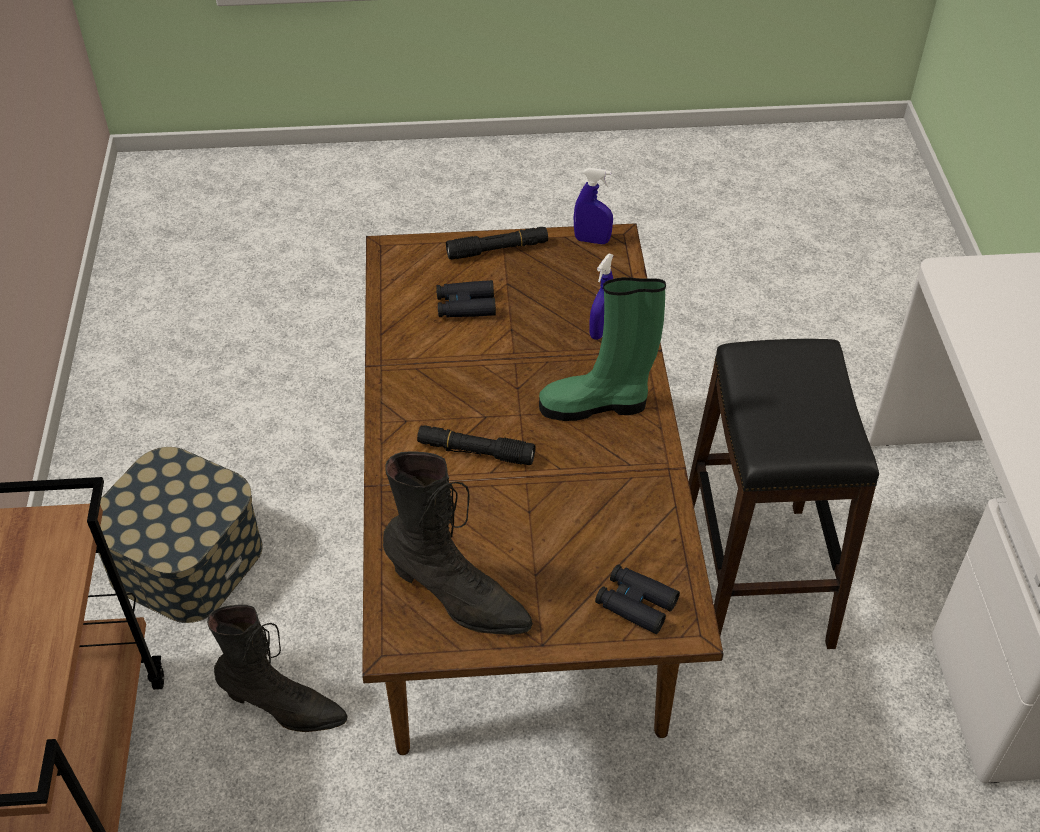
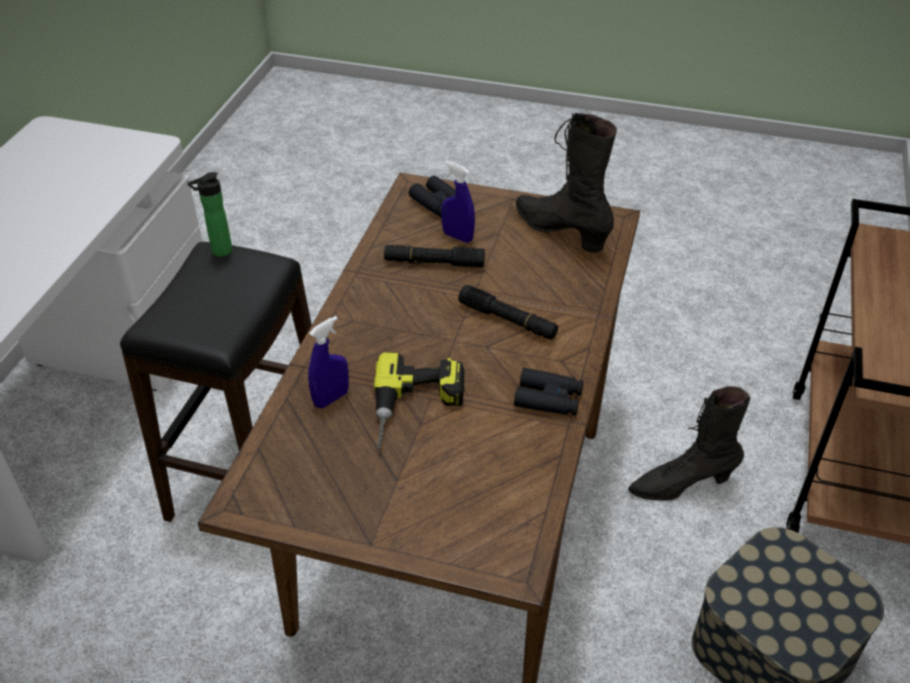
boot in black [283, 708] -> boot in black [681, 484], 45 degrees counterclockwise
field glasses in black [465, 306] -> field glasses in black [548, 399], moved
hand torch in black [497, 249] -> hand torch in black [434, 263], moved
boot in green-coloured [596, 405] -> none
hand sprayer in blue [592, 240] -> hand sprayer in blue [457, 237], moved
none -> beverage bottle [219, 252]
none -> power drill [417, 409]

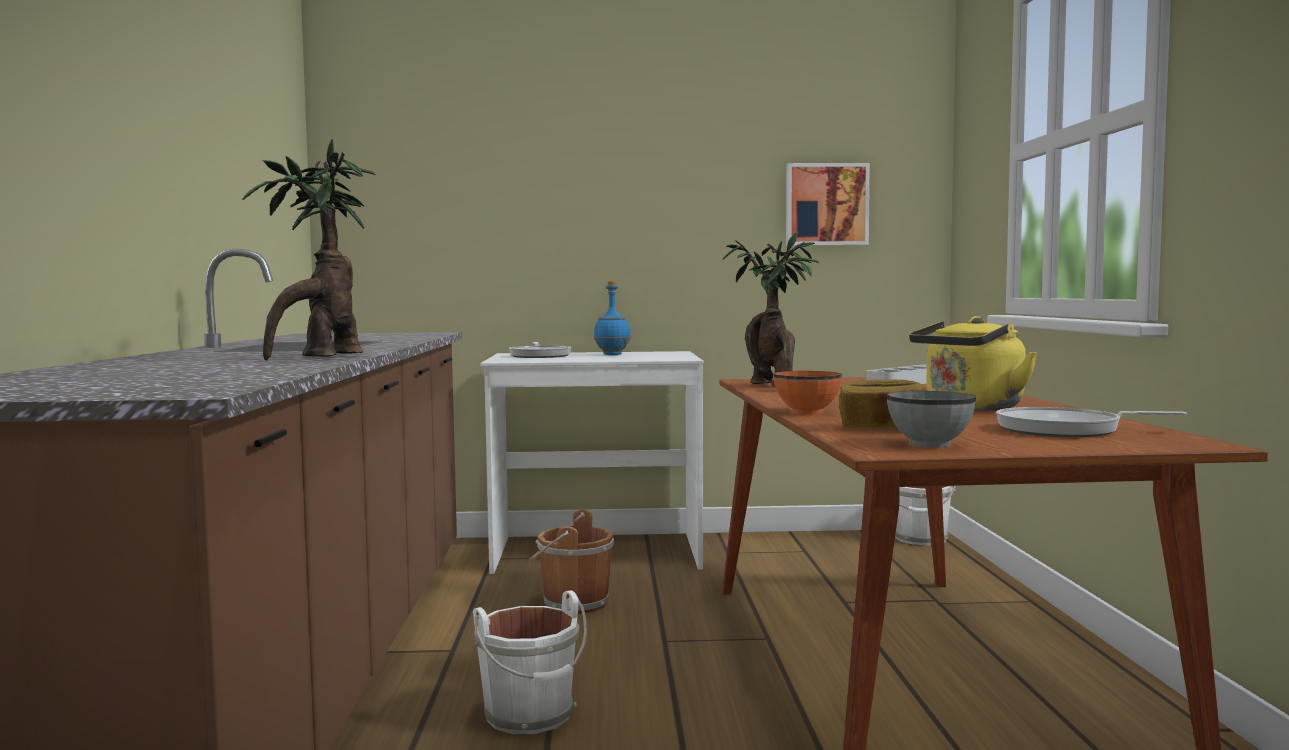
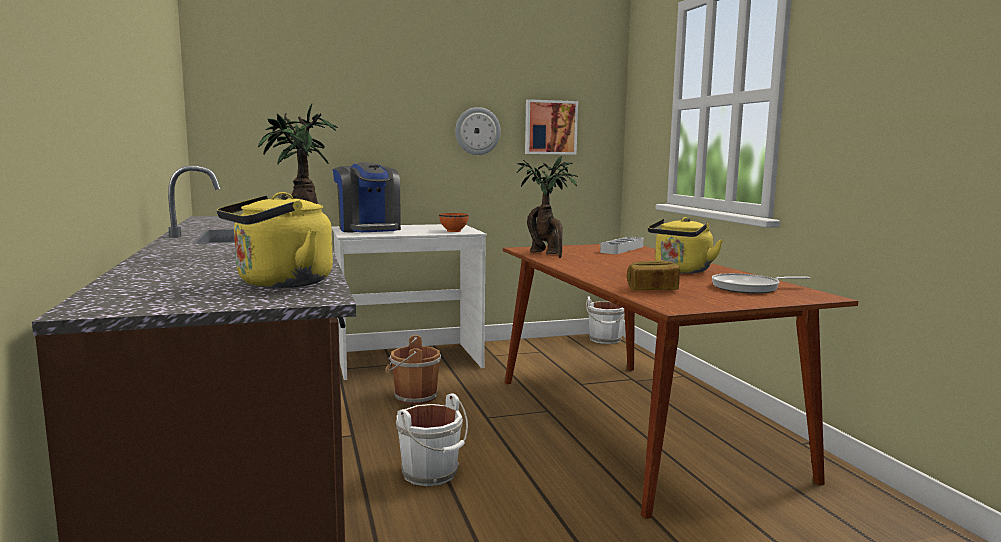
skillet [540, 355] -> coffee maker [368, 229]
beverage bottle in blue [612, 354] -> none
deep dish in orangey [808, 412] -> deep dish in orangey [454, 231], moved
deep dish in greyish [928, 444] -> none
none -> water kettle in yellow [279, 283]
none -> hanging clock [477, 131]

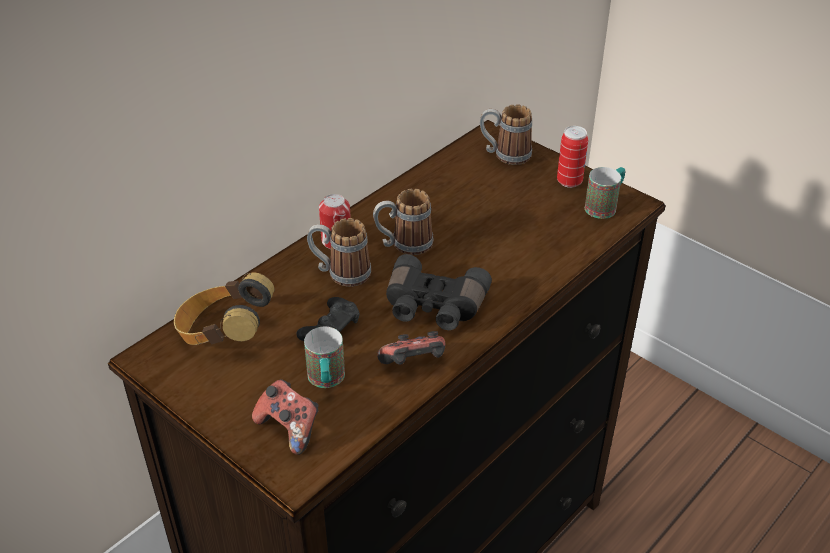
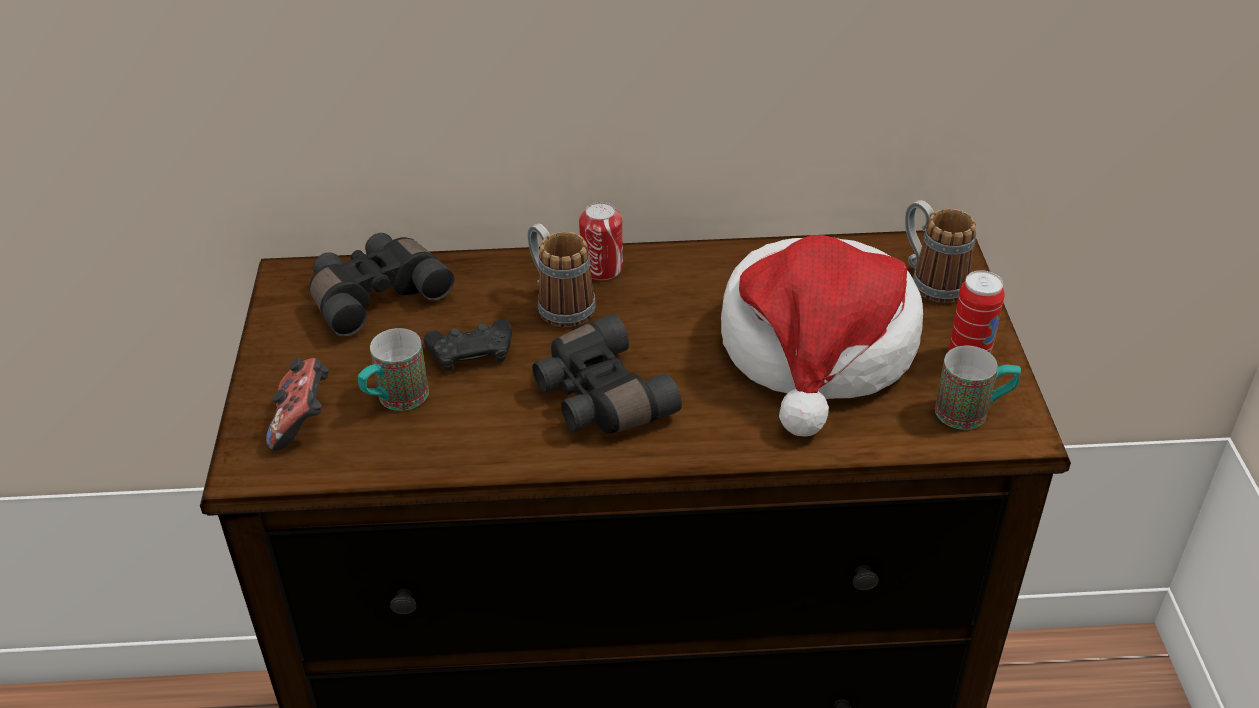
headset [224, 333] -> field glasses in black [375, 295]
coffee mug [403, 245] -> none
gamepad [414, 366] -> none
none -> wearable hat [817, 349]

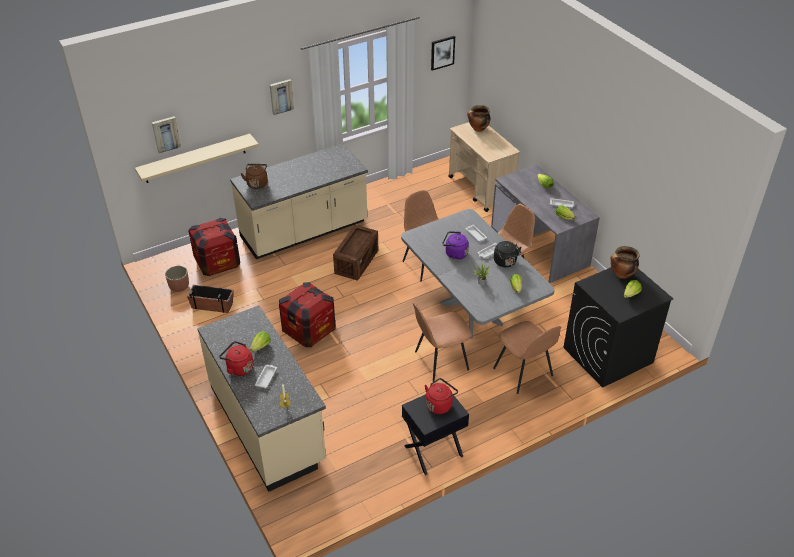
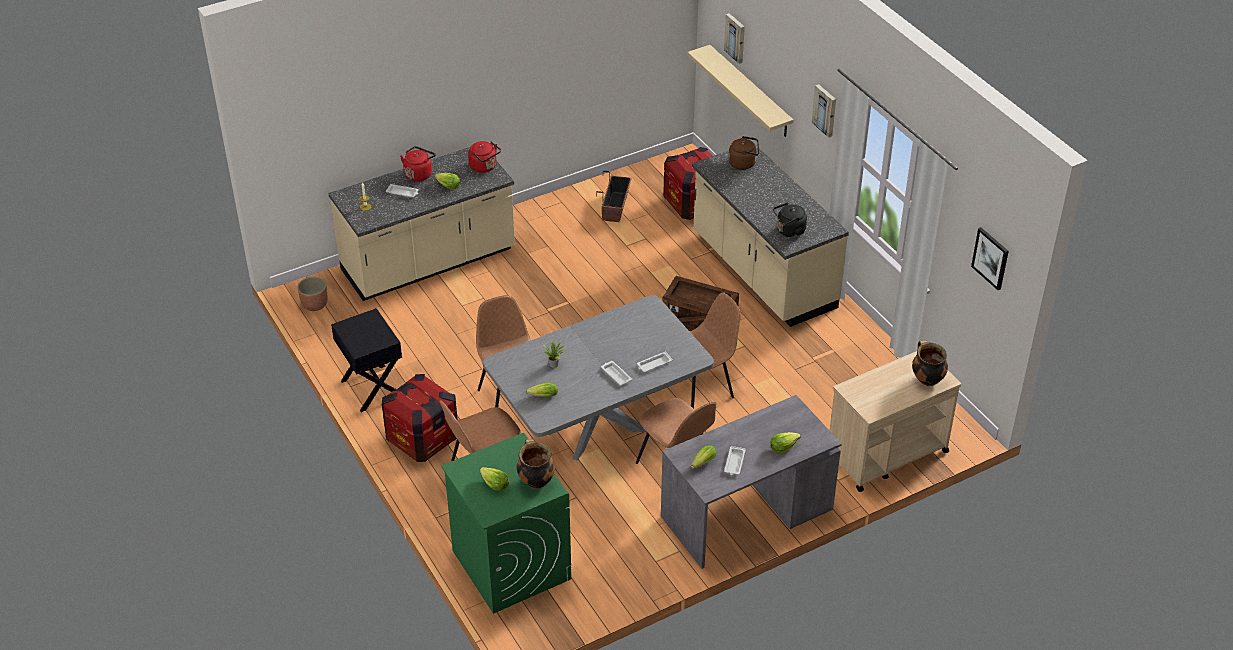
plant pot [179, 286] -> plant pot [314, 304], moved
crate [309, 330] -> crate [423, 439], moved
water kettle in reddish [439, 404] -> water kettle in reddish [484, 167], moved
water kettle in purple-coloured [454, 254] -> none
water kettle in black [506, 262] -> water kettle in black [789, 231], moved
laundry machine in black [607, 355] -> laundry machine in green-coloured [510, 564]

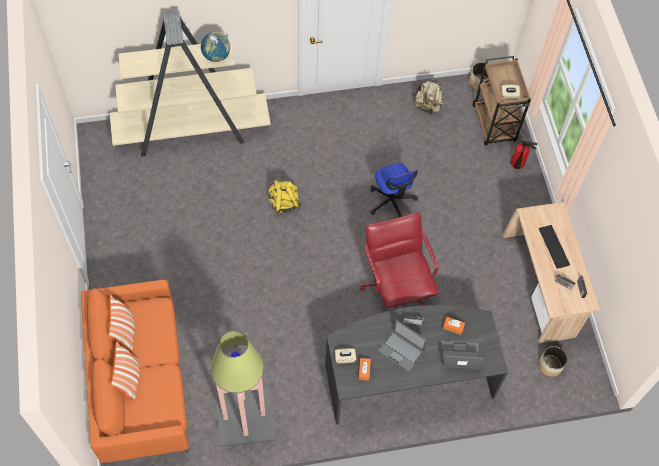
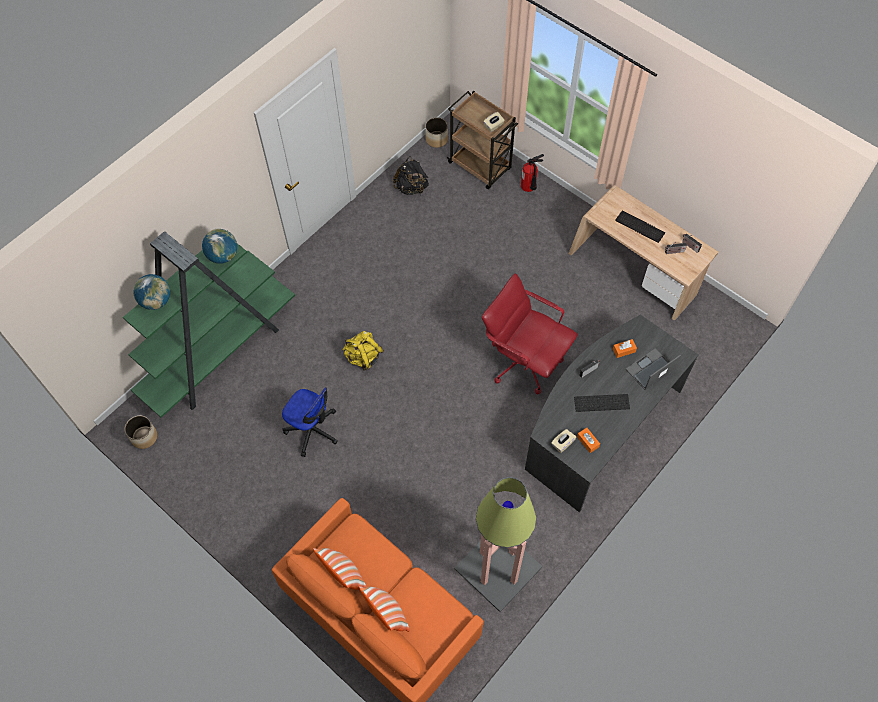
bookshelf in beige [192, 130] -> bookshelf in green-coloured [220, 352]
office chair [391, 201] -> office chair [312, 430], moved
laptop [401, 351] -> computer keyboard [602, 402]
rucksack in beige [427, 106] -> rucksack in black [411, 188]
plant pot [550, 365] -> plant pot [144, 437], moved
none -> desk globe [156, 301]

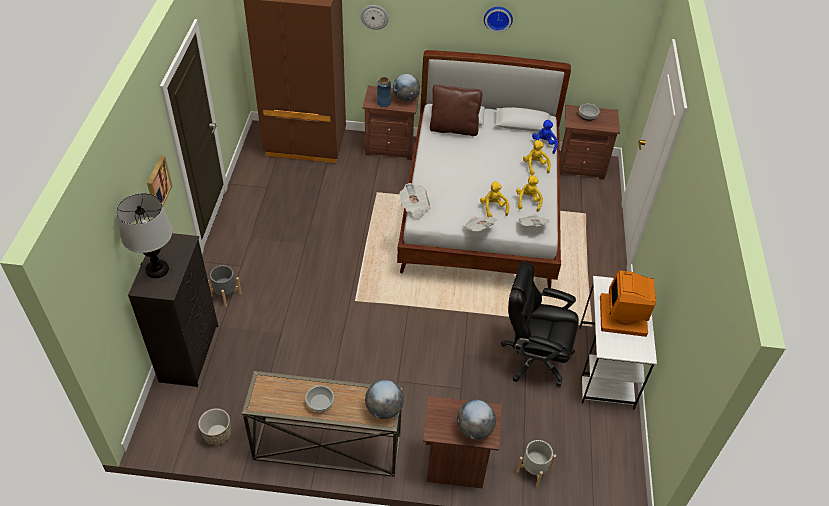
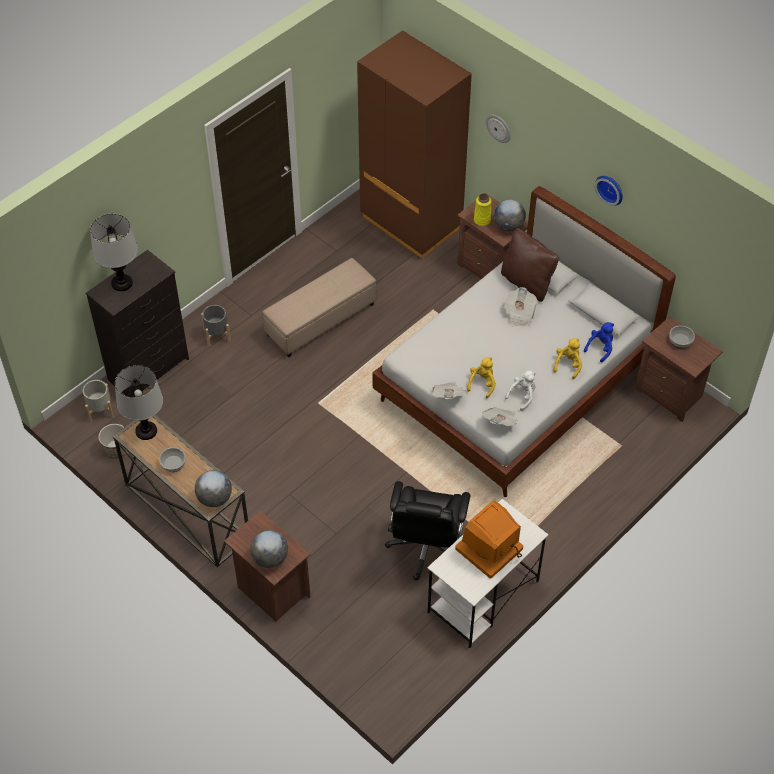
wall art [157, 184] -> none
decorative vase in blue [383, 103] -> decorative vase in yellow [482, 220]
printed paper [414, 207] -> printed paper [519, 314], moved
office chair in black [534, 357] -> office chair in black [426, 548], 135 degrees counterclockwise
soft toy in yellow [528, 201] -> soft toy in white [522, 396]
plant pot in greyish [533, 470] -> plant pot in greyish [100, 410], moved
none -> lamp for a table [146, 431]
none -> ottoman in beige [320, 319]

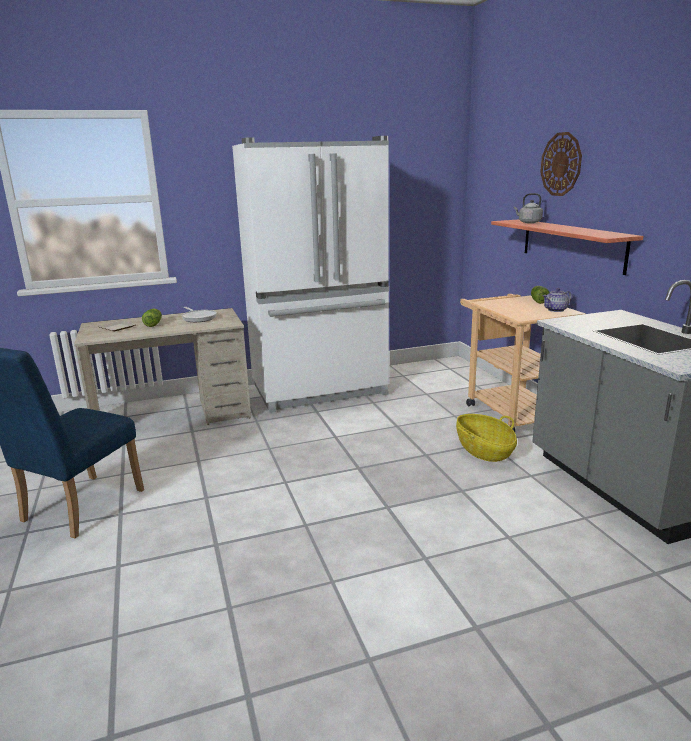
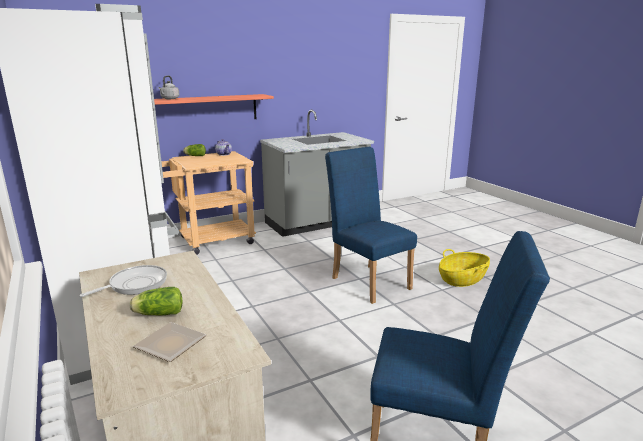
storage basket [484, 450] -> storage basket [462, 279], moved
hanging clock [561, 164] -> none
none -> upright chair in blue [367, 280]

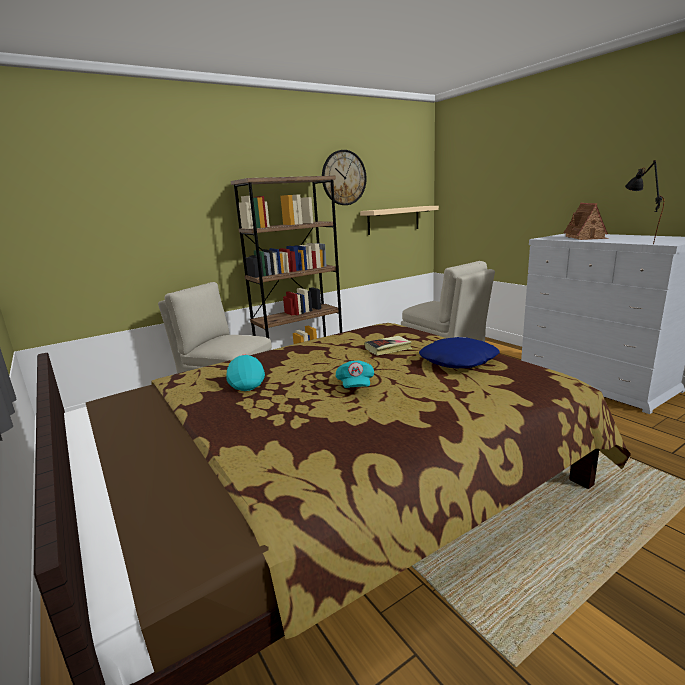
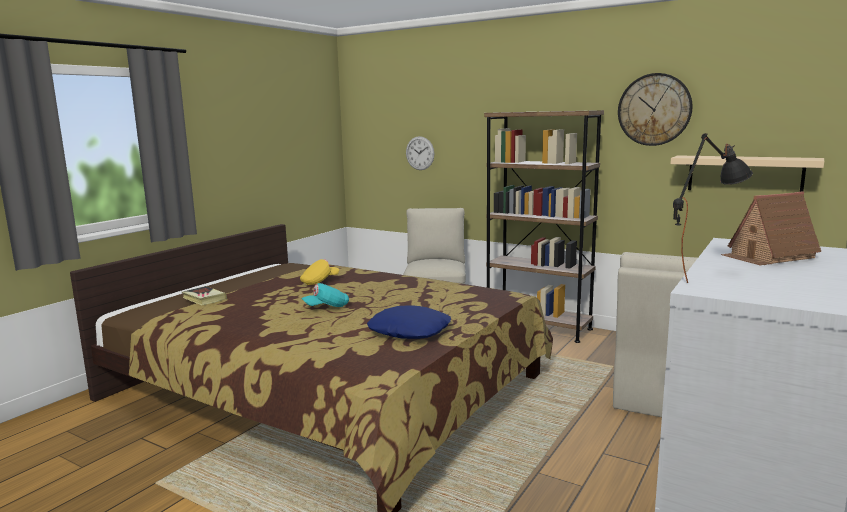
peaked cap in turquoise-coloured [246, 383] -> peaked cap in yellow [319, 281]
volume [388, 348] -> volume [204, 298], moved
none -> hanging clock [420, 153]

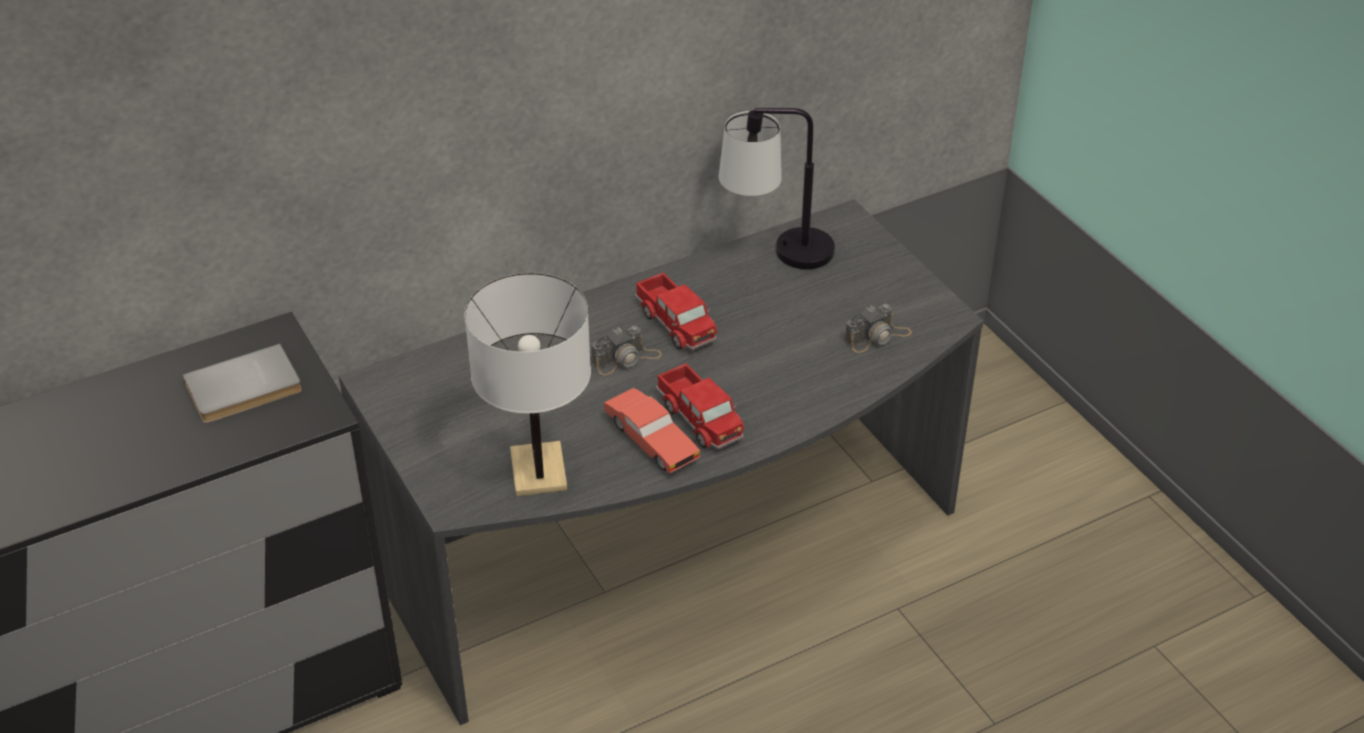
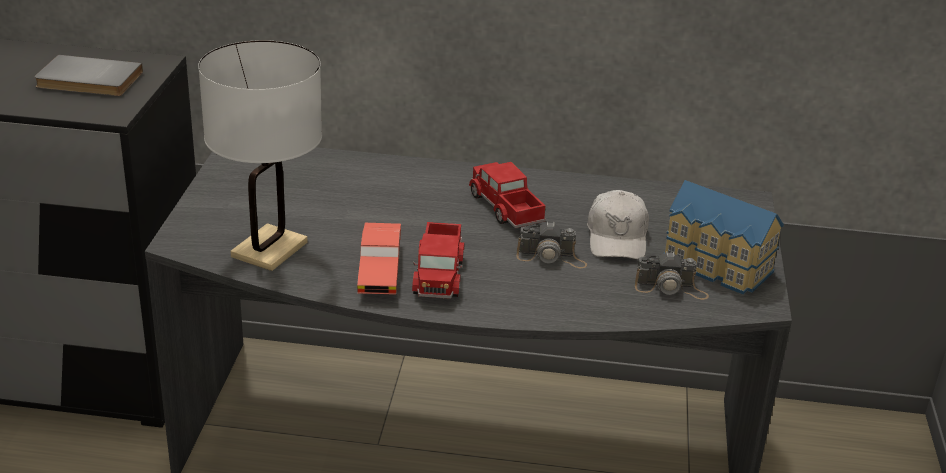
still camera [626, 359] -> still camera [551, 257], moved
toy truck [676, 323] -> toy truck [505, 208], 150 degrees clockwise
lamp for a table [776, 254] -> none
none -> peaked cap in white [617, 237]
none -> miniature house [715, 267]

